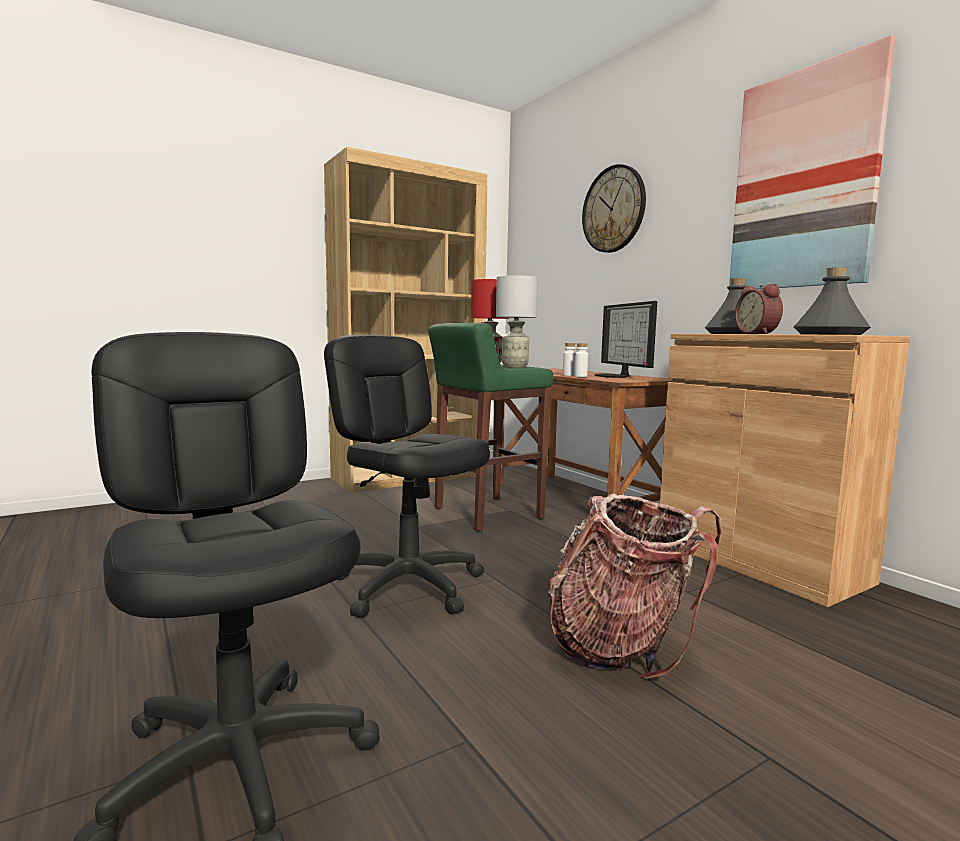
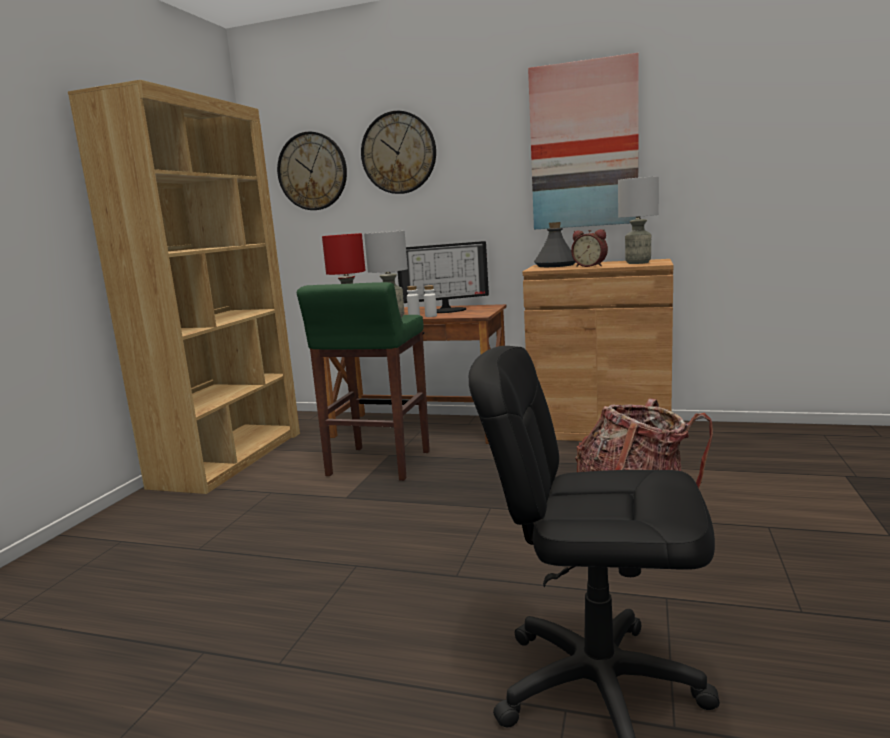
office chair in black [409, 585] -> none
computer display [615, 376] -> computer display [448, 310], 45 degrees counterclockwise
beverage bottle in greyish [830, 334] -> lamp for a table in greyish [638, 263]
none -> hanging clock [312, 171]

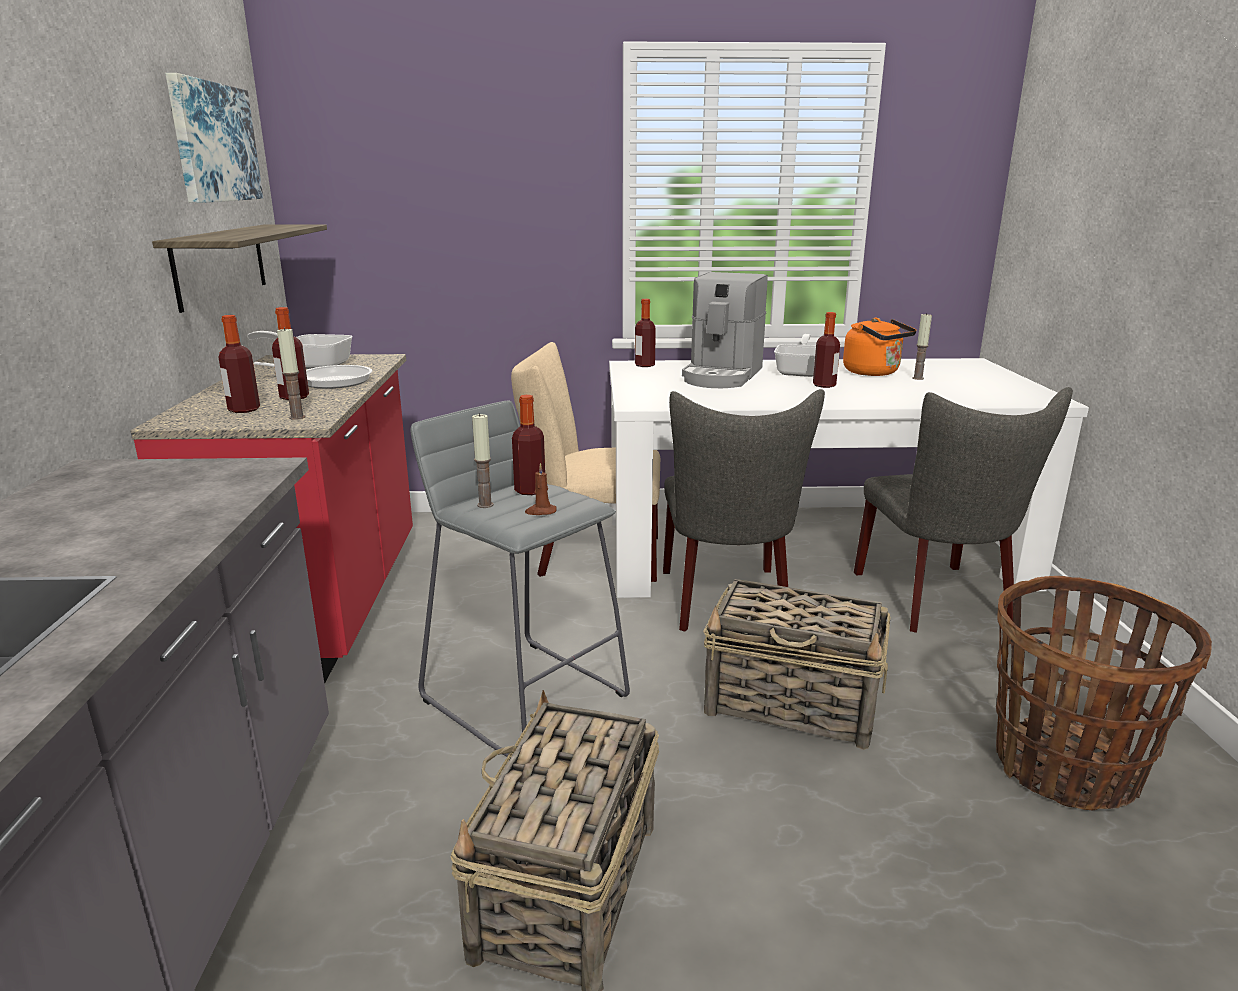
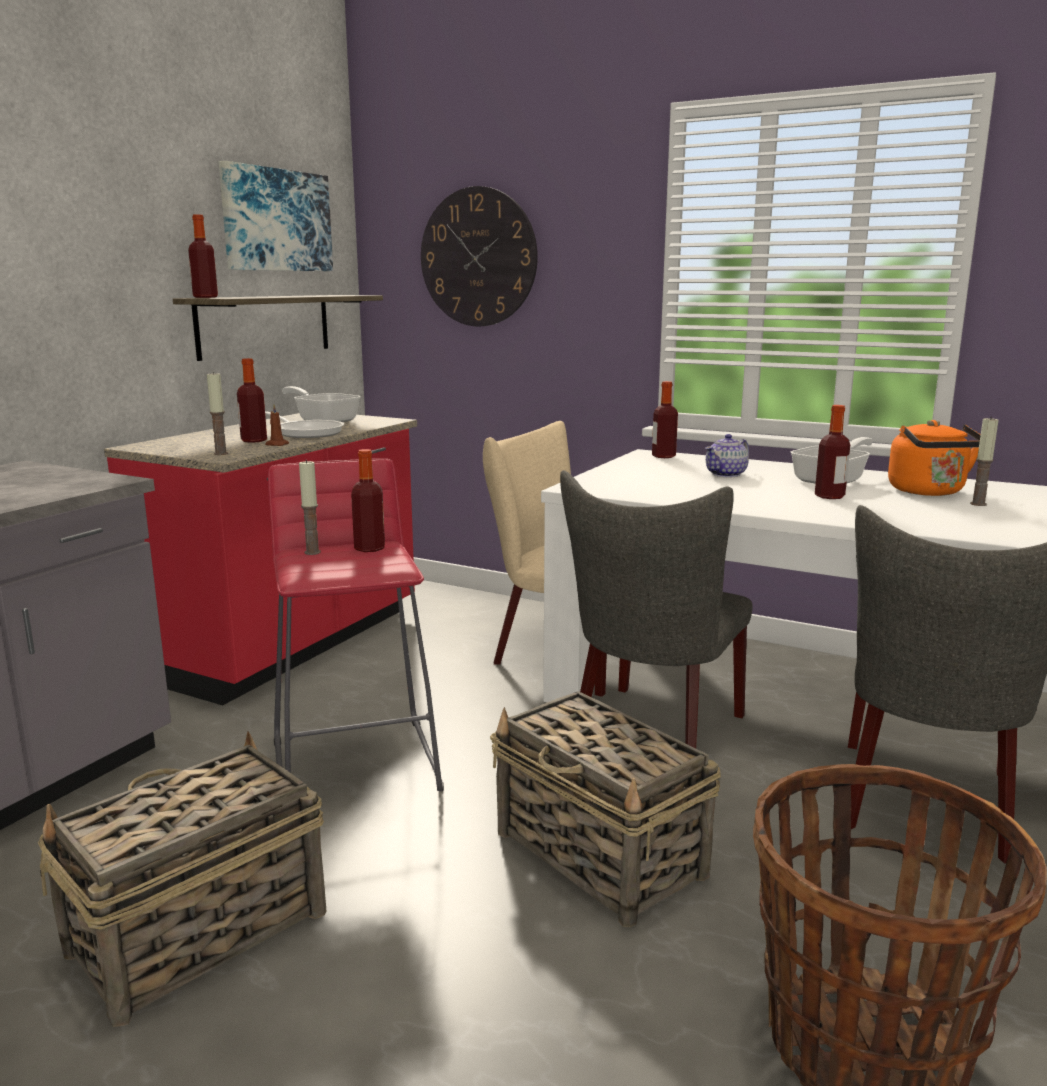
beverage bottle [244, 410] -> beverage bottle [205, 297], moved
stool seat in greyish [525, 696] -> stool seat in reddish [357, 763]
wax candle in brown [540, 511] -> wax candle in brown [276, 445], moved
coffee maker [722, 376] -> teapot [726, 474]
none -> hanging clock [478, 257]

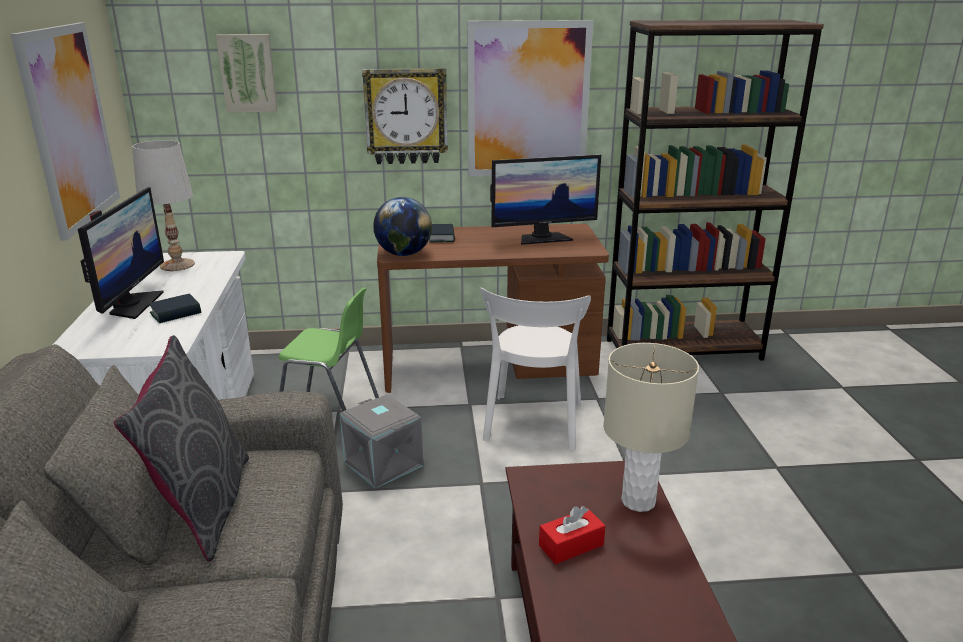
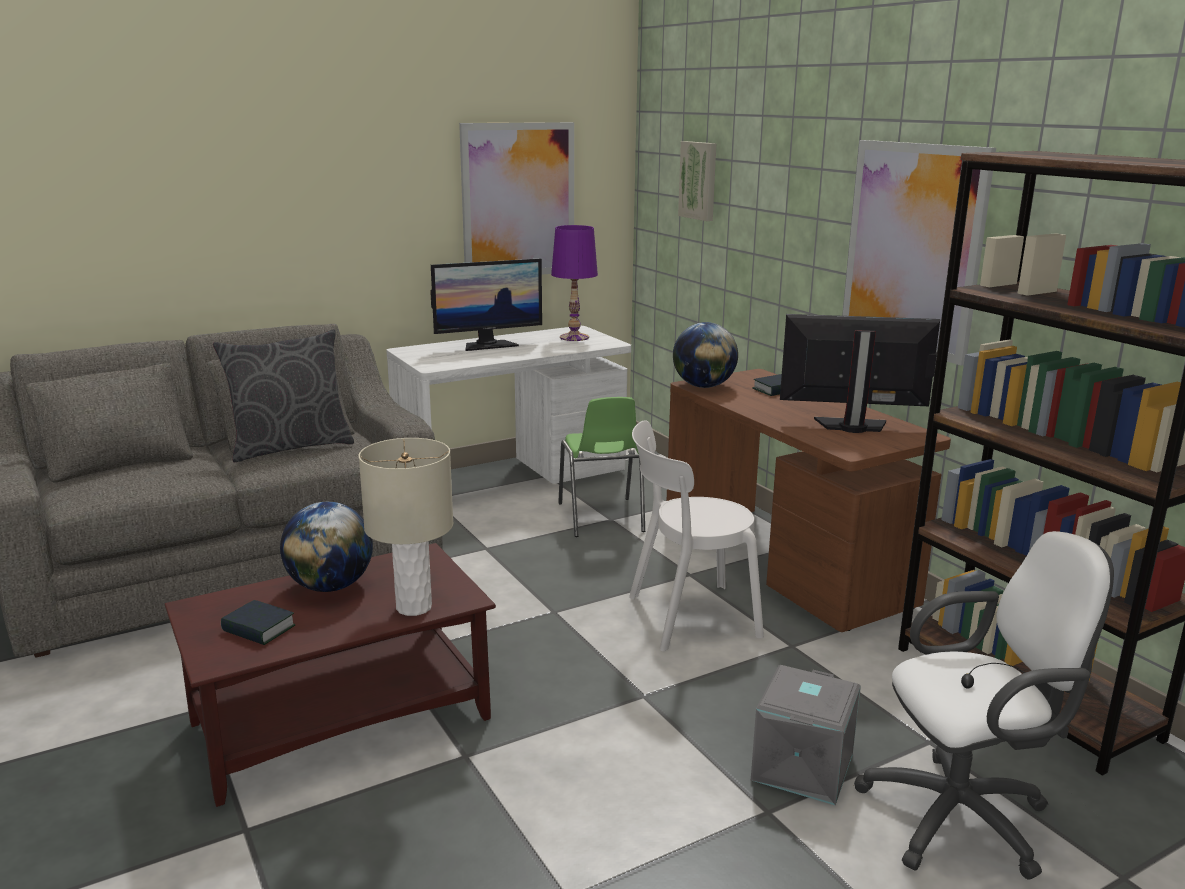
lamp for a table in white [177, 265] -> lamp for a table in purple-coloured [574, 337]
volume [176, 313] -> volume [259, 629], moved
storage box in greyish [382, 464] -> storage box in greyish [800, 766], moved
hanging clock [406, 116] -> none
computer display [543, 238] -> computer display [852, 426], 135 degrees clockwise
tissue box in reddish [571, 545] -> desk globe [330, 586]
none -> office chair in white [965, 816]

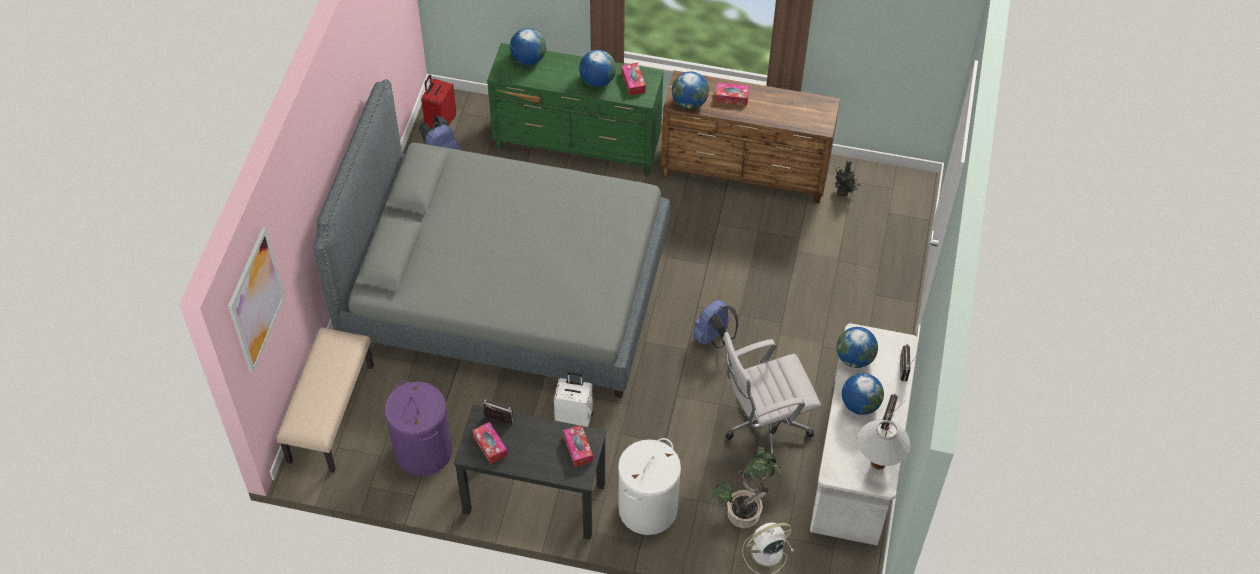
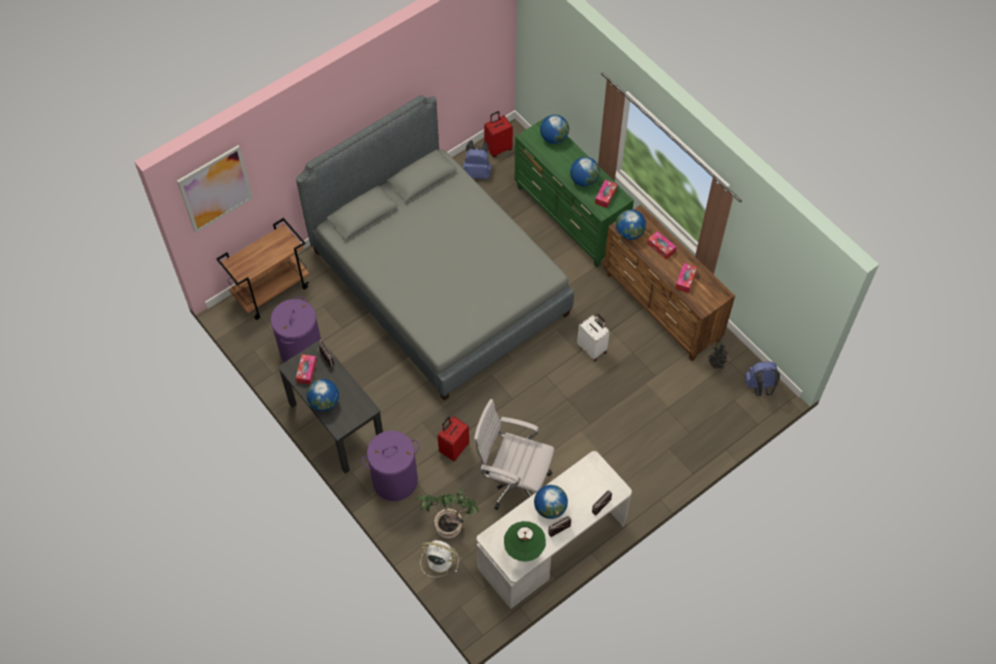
indoor bench in beige [330, 413] -> cart in brown [272, 290]
suitcase in white [574, 419] -> suitcase in white [592, 348], moved
tissue box [578, 448] -> tissue box [685, 280], moved
laundry basket in white [647, 508] -> laundry basket in purple-coloured [395, 480]
rucksack in blue [714, 338] -> rucksack in blue [760, 387], moved
desk globe [854, 358] -> desk globe [324, 402], moved
lamp for a table in white [878, 464] -> lamp for a table in green-coloured [524, 554]
none -> suitcase in reddish [453, 448]

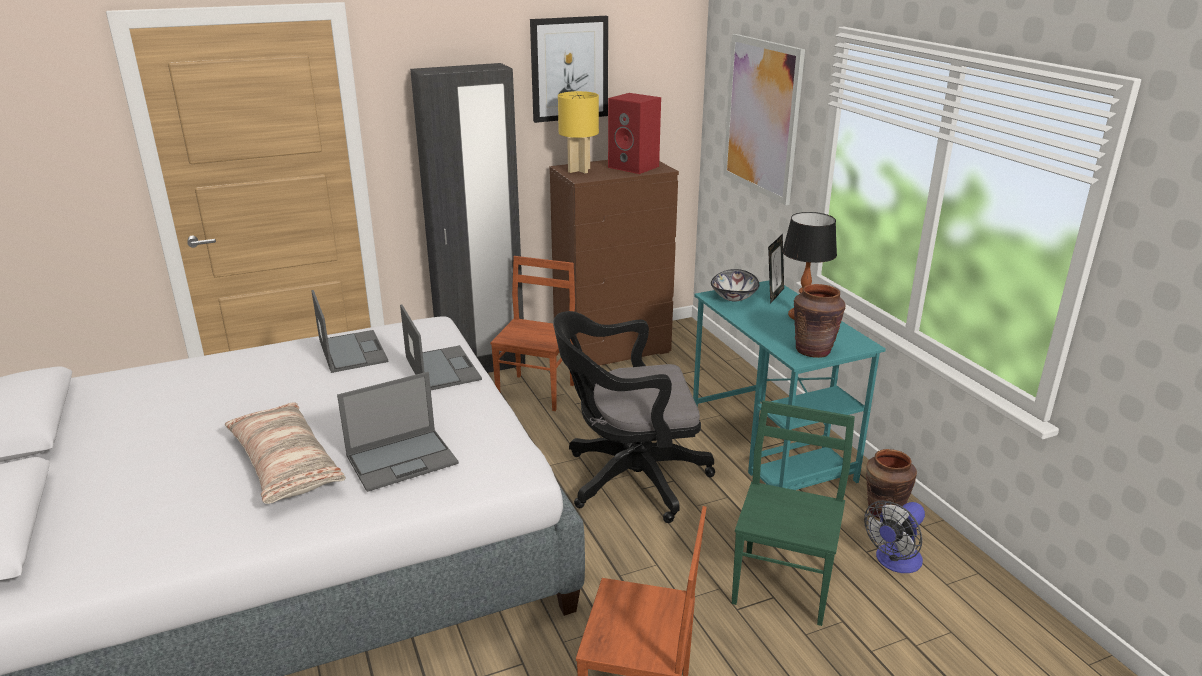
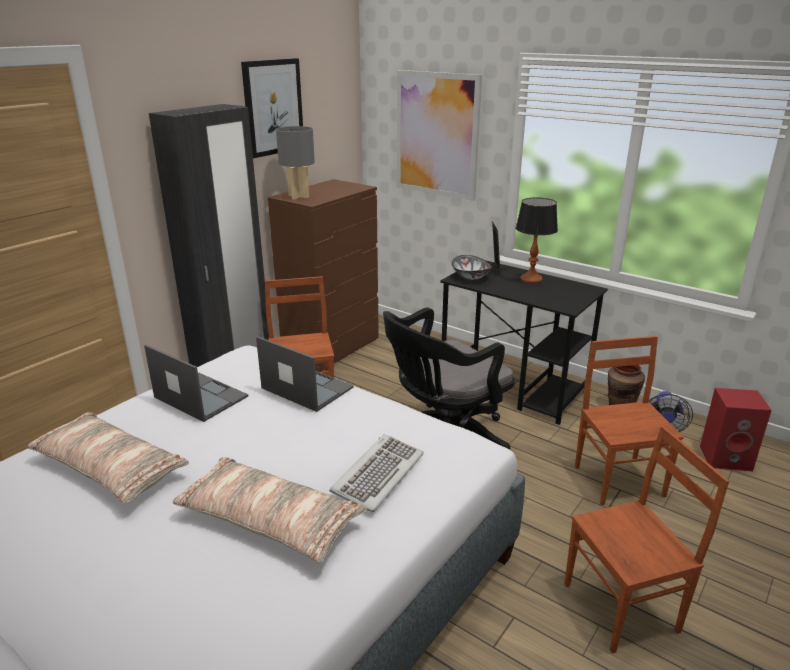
laptop [403, 459] -> computer keyboard [377, 474]
lamp for a table in yellow [578, 170] -> lamp for a table in greyish [298, 196]
audio speaker in reddish [635, 167] -> audio speaker in reddish [726, 458], moved
desk in turquoise-coloured [771, 448] -> desk in black [514, 387]
upright chair in green-coloured [784, 587] -> upright chair in brown [619, 480]
decorative vase in brown [813, 350] -> none
none -> throw pillow [109, 469]

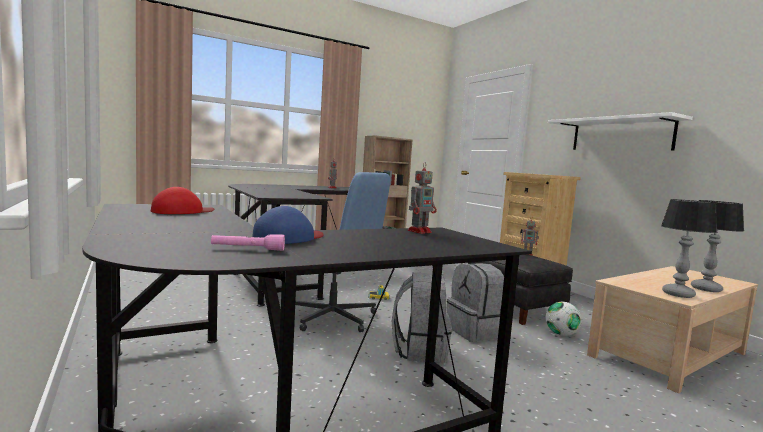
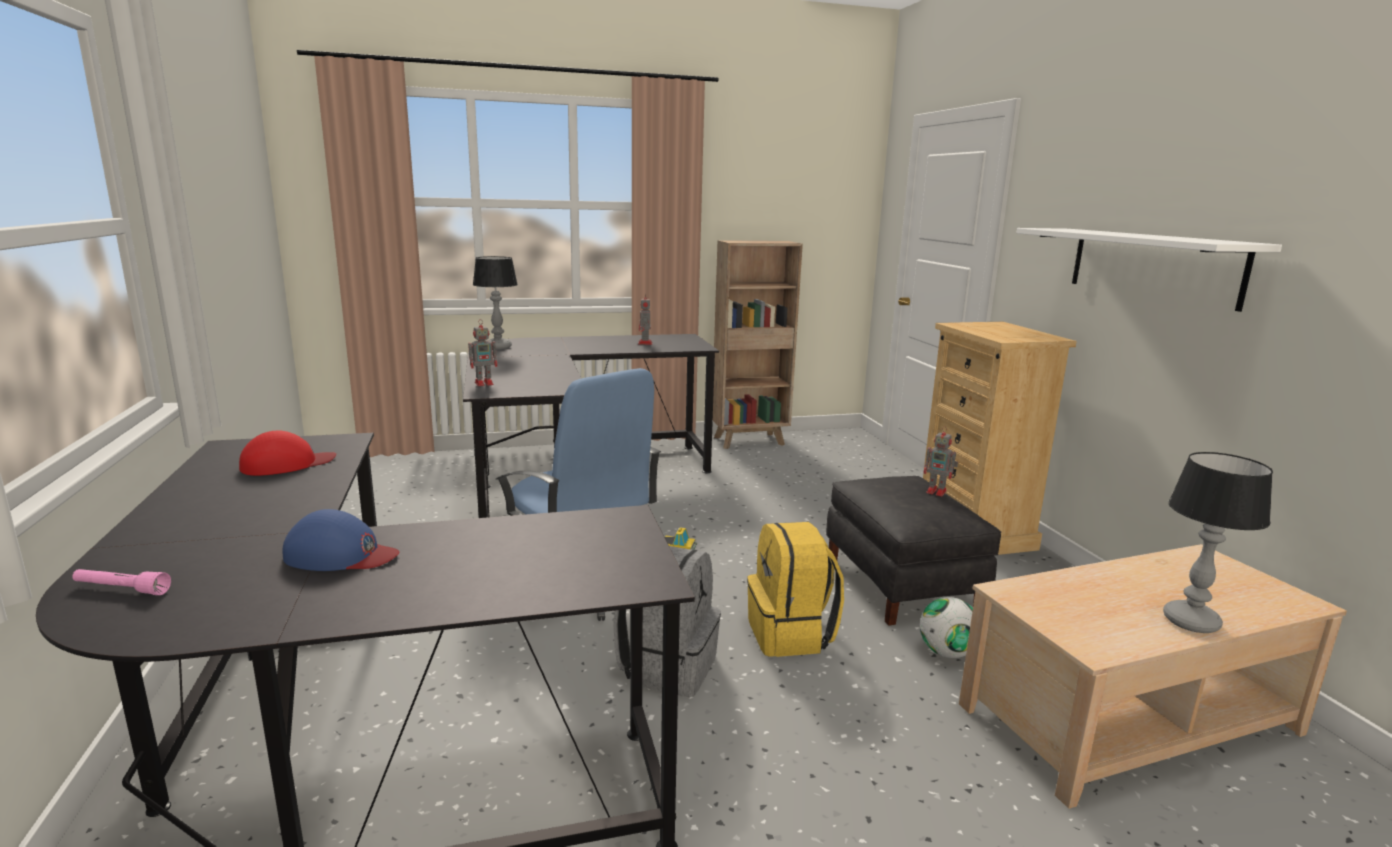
hand torch in pinkish [248, 249] -> hand torch in pinkish [121, 589], moved
peaked cap in blue [289, 238] -> peaked cap in blue [341, 555], 45 degrees clockwise
toy robot [420, 231] -> toy robot [485, 383], moved
rucksack in greyish [475, 332] -> rucksack in yellow [791, 634]
lamp for a table [678, 294] -> lamp for a table [497, 347], moved

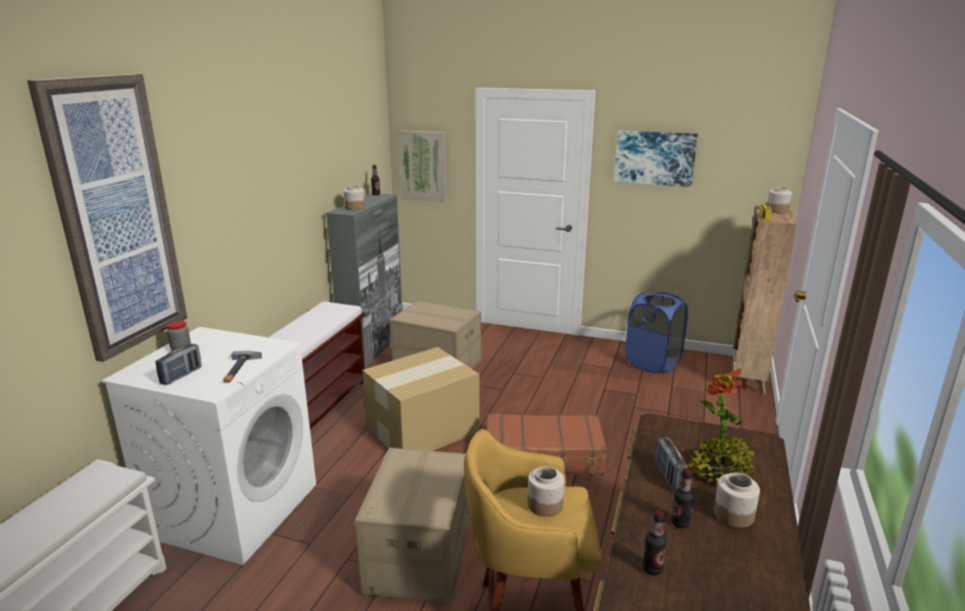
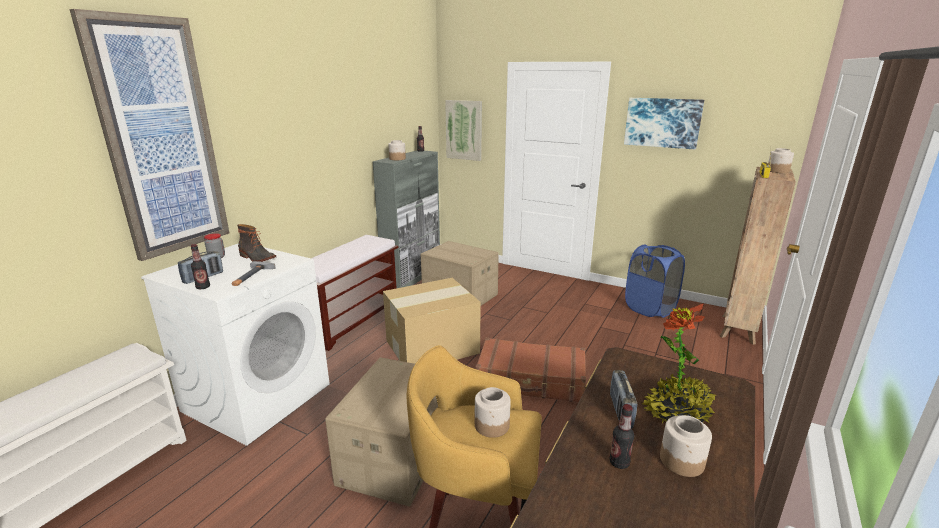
beverage bottle [652, 569] -> beverage bottle [203, 287], moved
none -> boot [256, 258]

